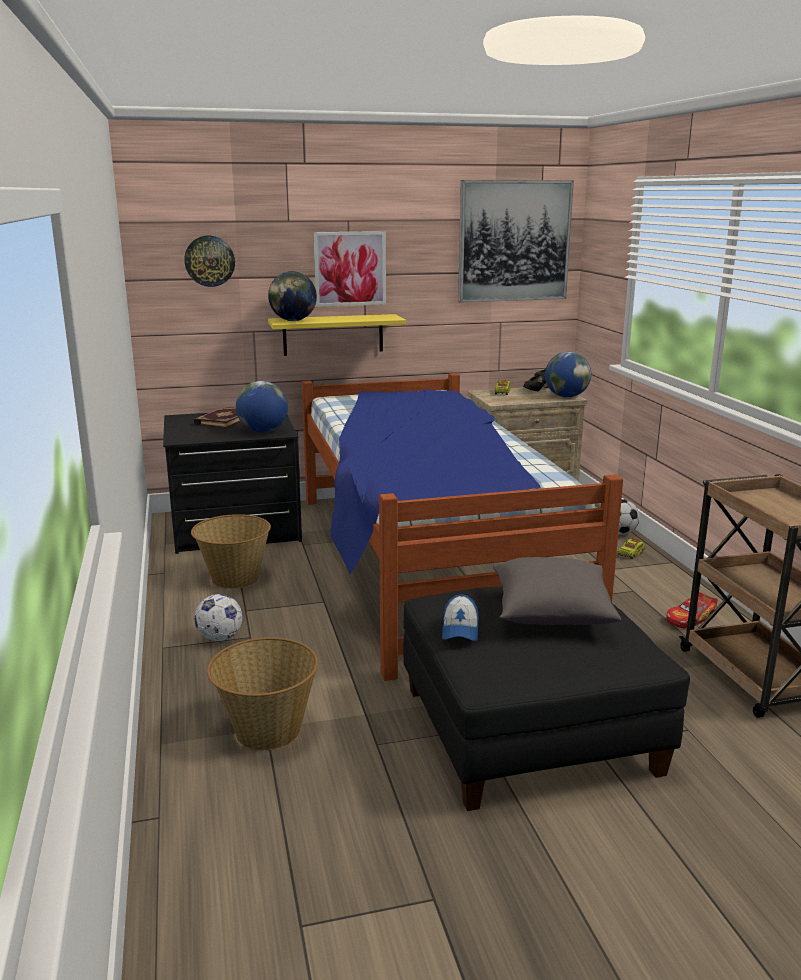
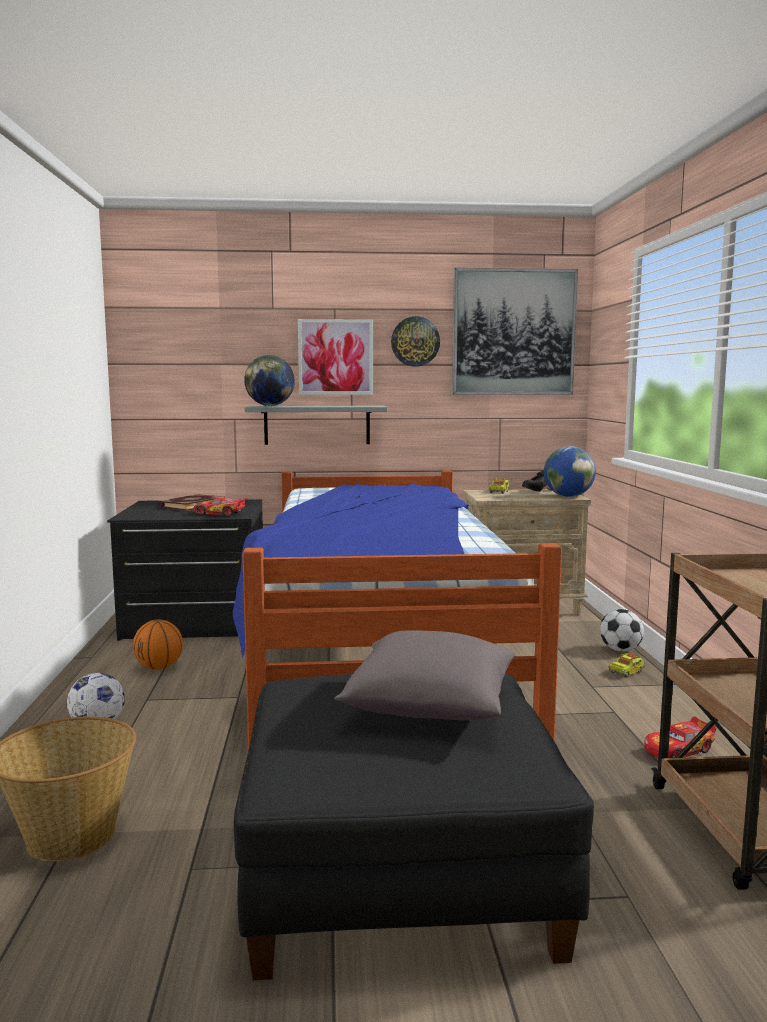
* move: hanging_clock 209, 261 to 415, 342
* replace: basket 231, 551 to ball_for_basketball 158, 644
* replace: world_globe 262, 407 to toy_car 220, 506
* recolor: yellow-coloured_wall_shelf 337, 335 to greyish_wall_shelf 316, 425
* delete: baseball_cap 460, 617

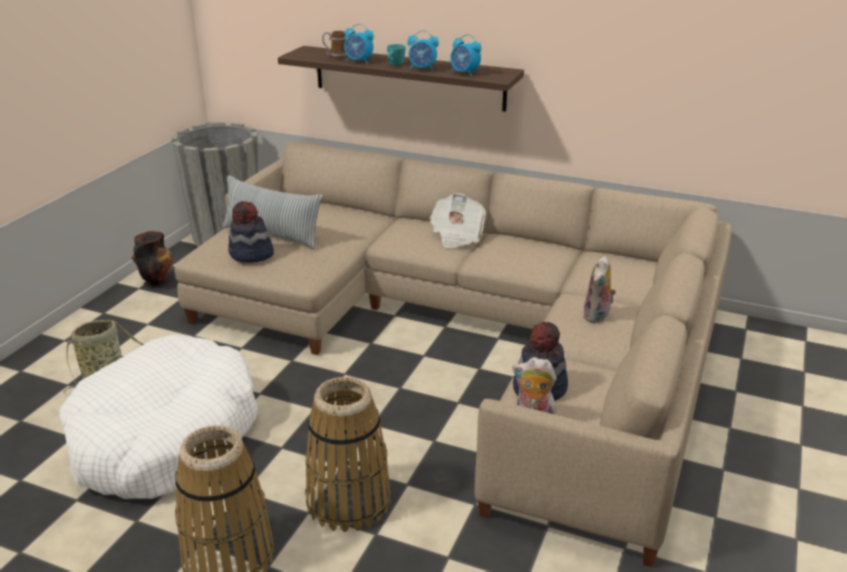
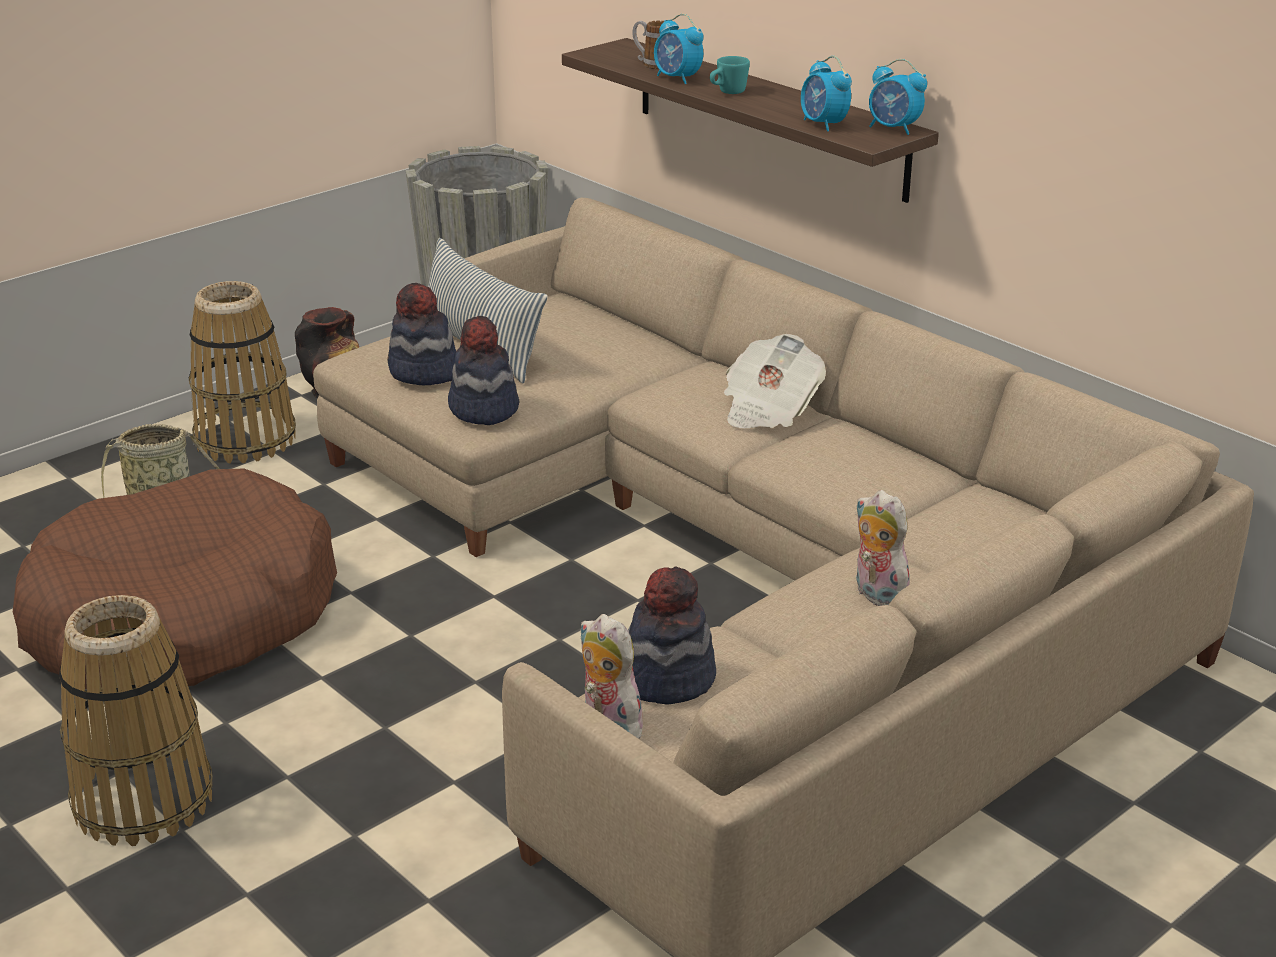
* recolor: whitish_pet_bed 159, 416 to brown-coloured_pet_bed 175, 579
* move: basket 348, 454 to 242, 372
* move: bedside_clock 423, 50 to 898, 97
* rotate: plush_toy 599, 289 = 882, 548 90 degrees clockwise
* insert: hat 483, 370

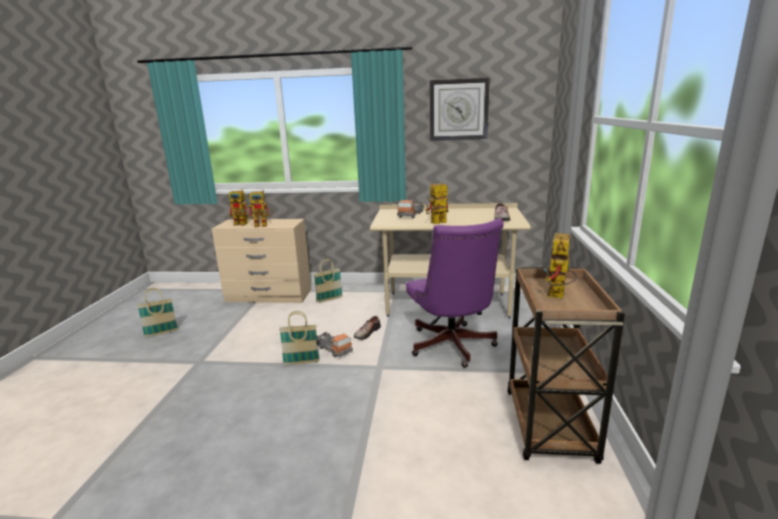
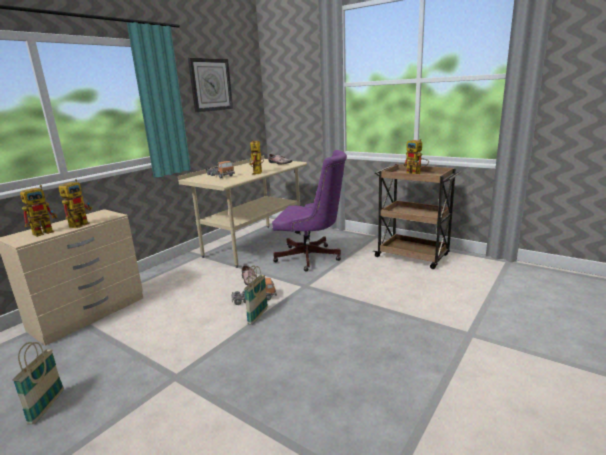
* delete: basket 328, 281

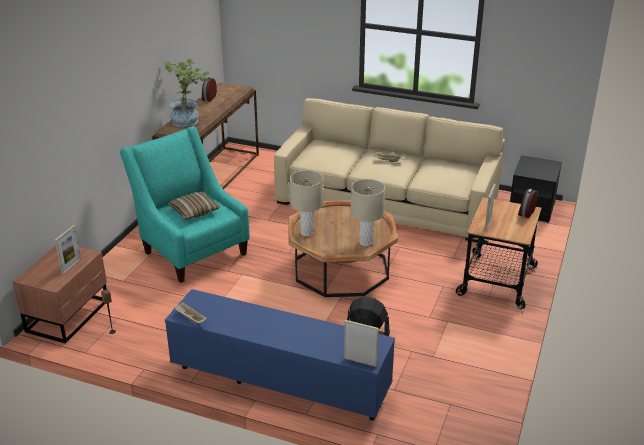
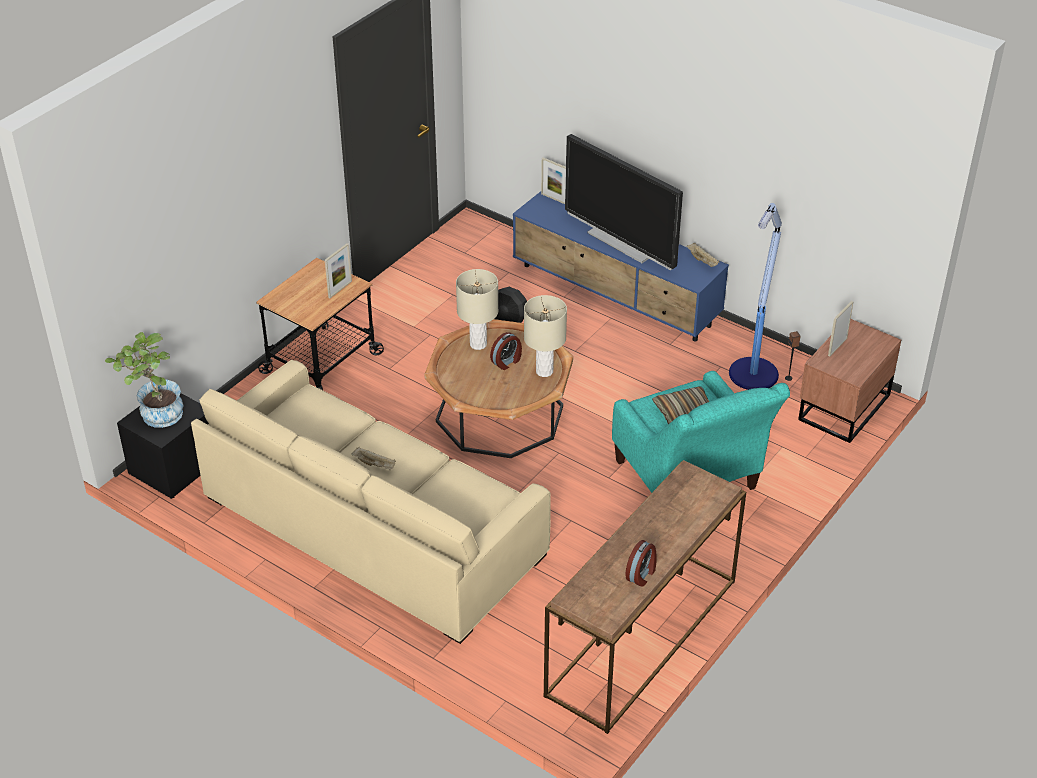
* move: plant_in_a_pot 186, 93 to 144, 380
* move: bedside_clock 528, 203 to 506, 351
* insert: TV_set 624, 202
* insert: standing_lamp 755, 296

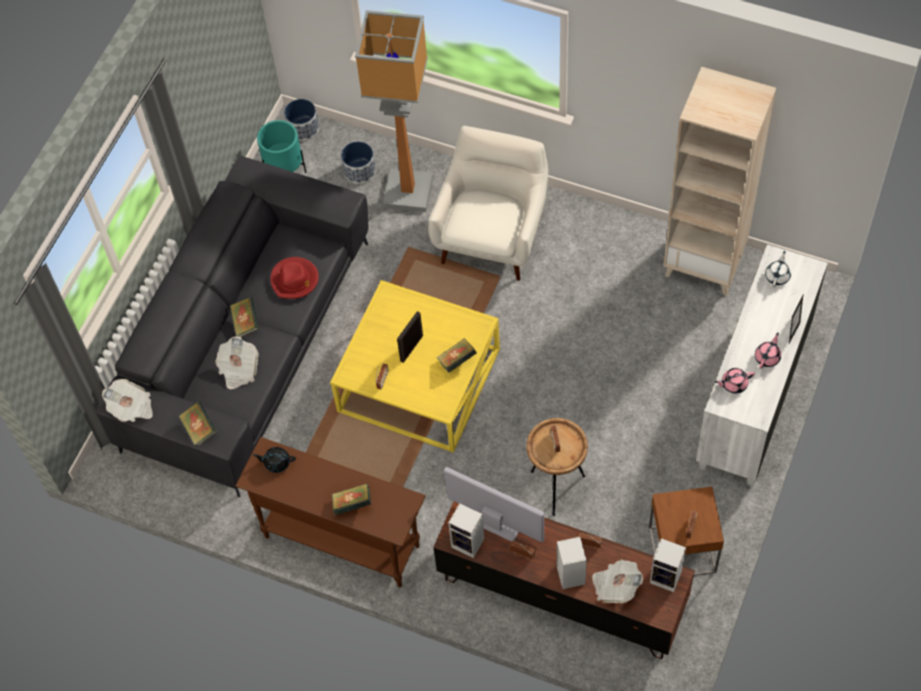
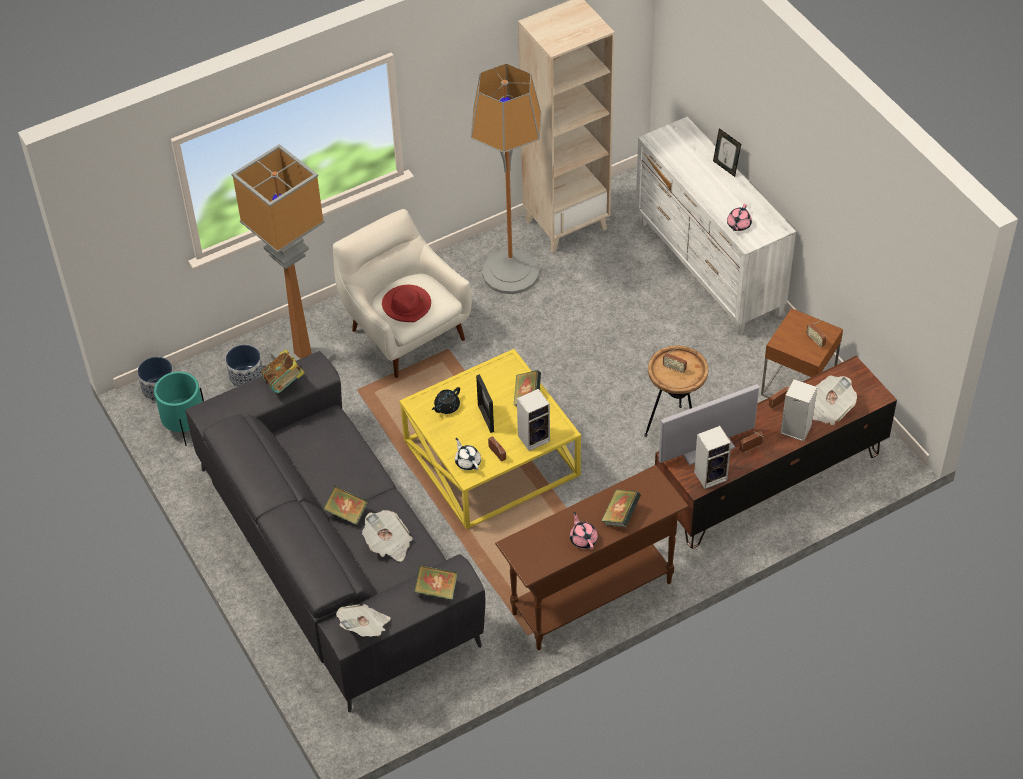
* move: blackish_teapot 274, 460 to 446, 400
* move: red_hat 294, 278 to 406, 303
* move: loudspeaker 668, 565 to 533, 420
* move: pinkish_teapot 768, 351 to 584, 531
* move: whitish_teapot 778, 269 to 468, 454
* insert: volume 283, 371
* insert: standing_lamp 505, 178

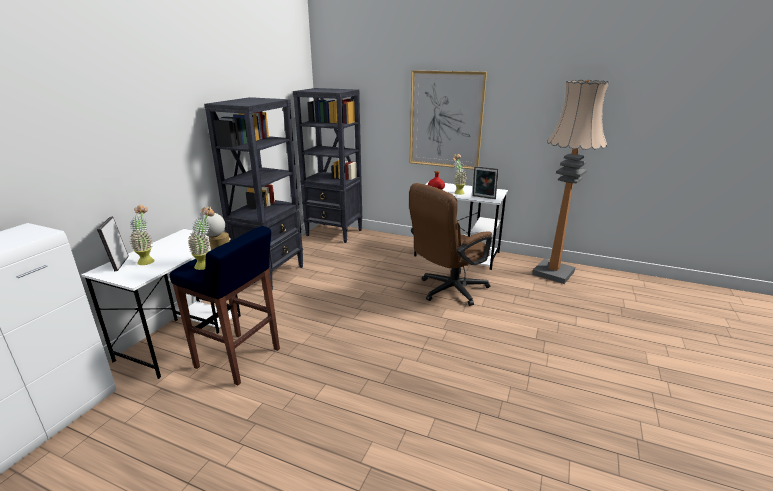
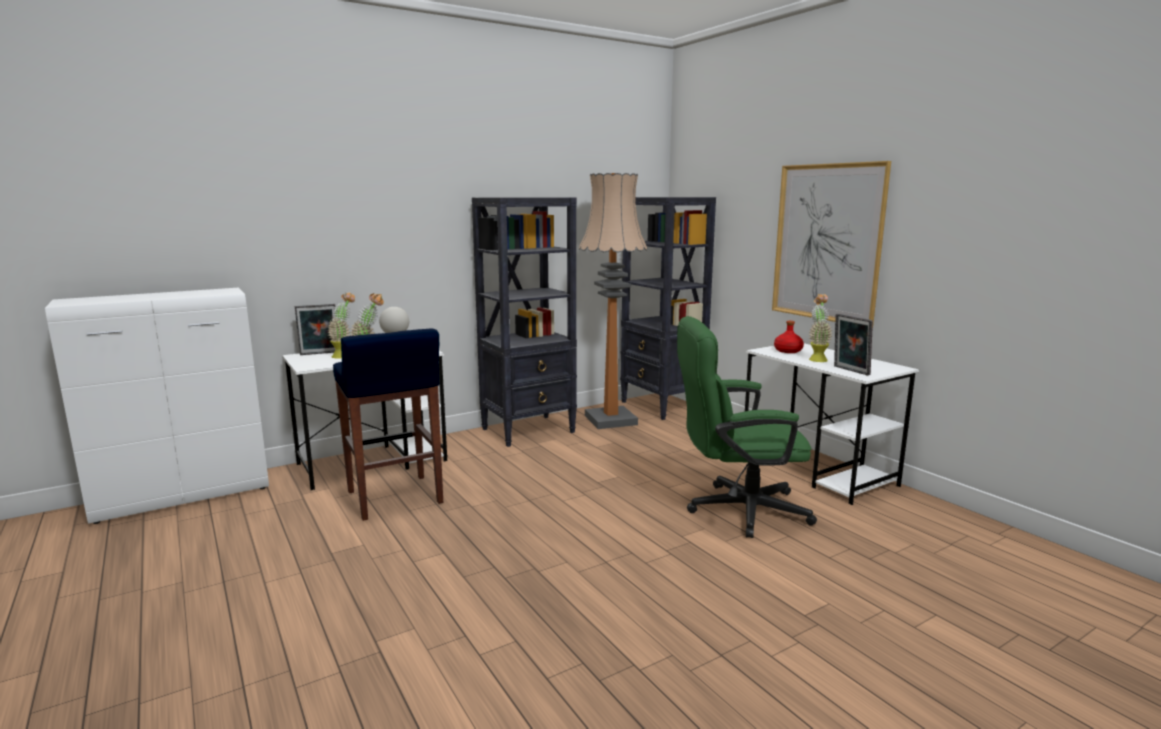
* rotate: picture_frame 113, 243 = 315, 329 135 degrees counterclockwise
* recolor: brown-coloured_computer_chair 450, 244 to green_computer_chair 747, 427
* move: standing_lamp 570, 182 to 613, 301

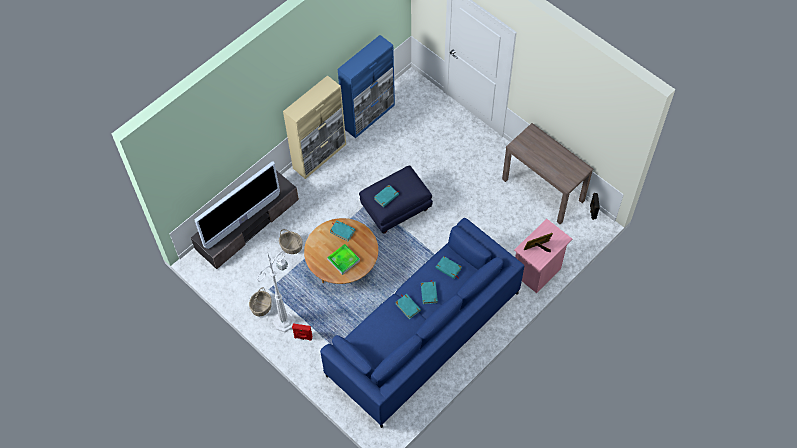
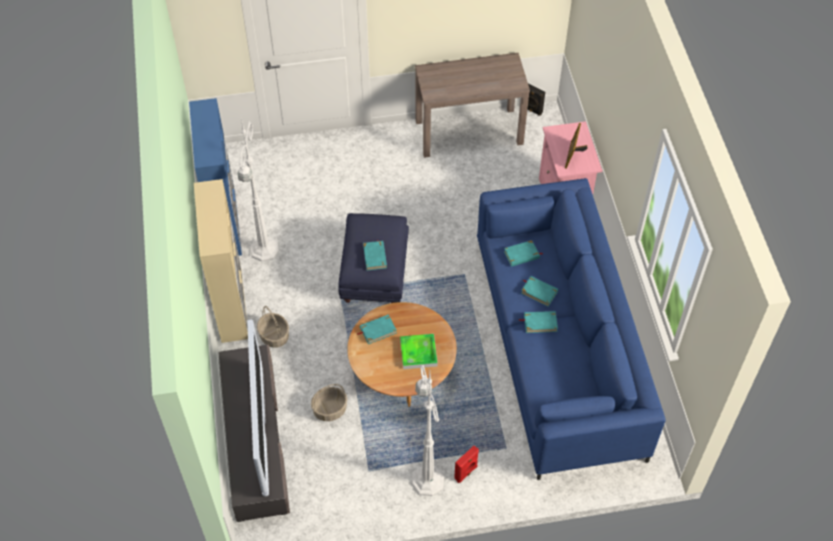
* move: basket 260, 301 to 273, 327
* insert: whitish_standing_lamp 258, 189

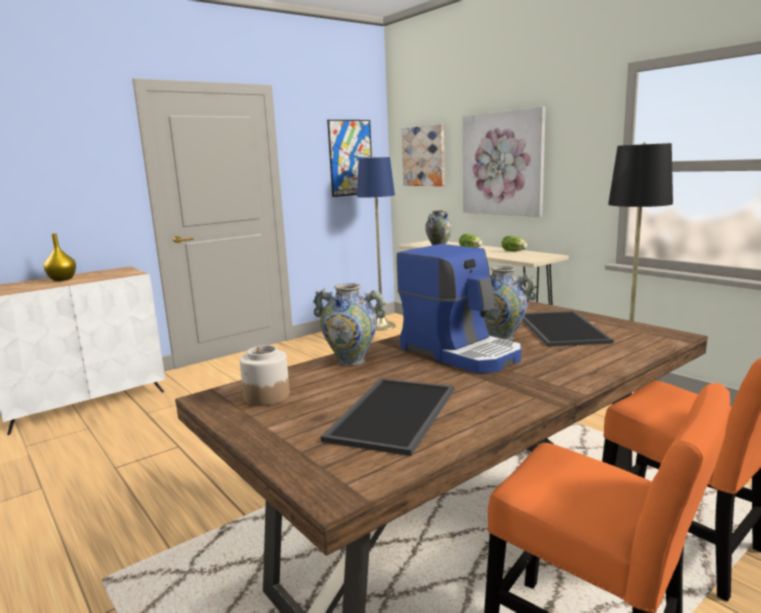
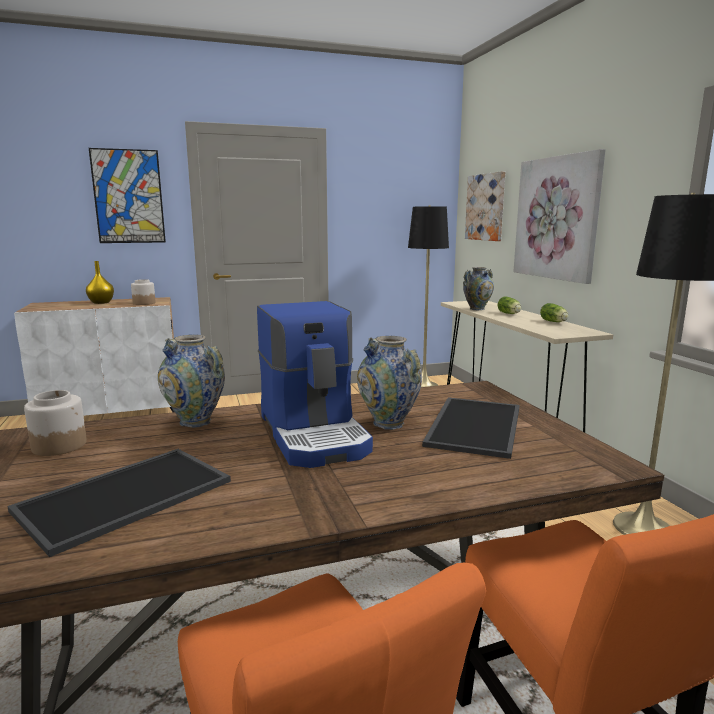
* move: wall_picture 349, 158 to 127, 195
* recolor: blue-coloured_standing_lamp 376, 243 to blackish_standing_lamp 428, 296
* insert: storage_jar 143, 292

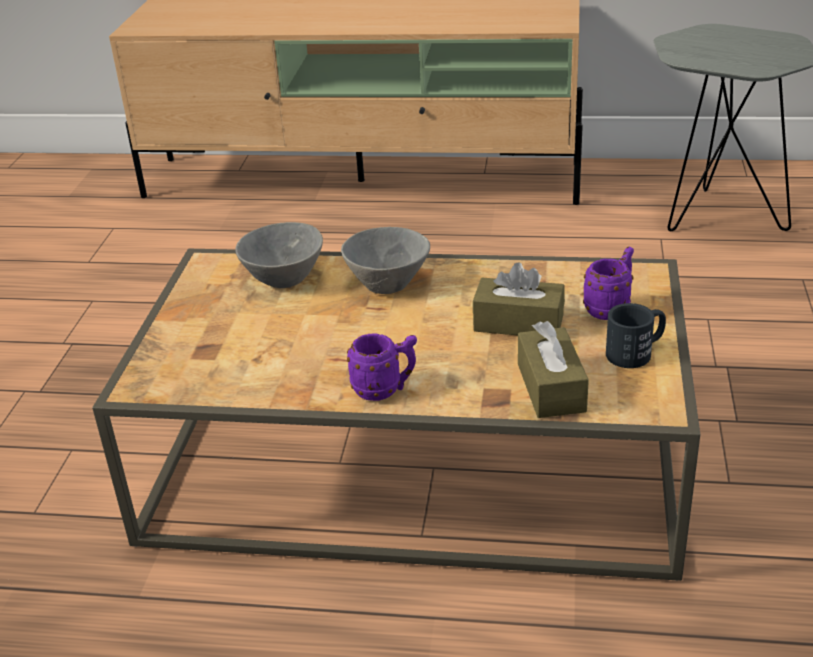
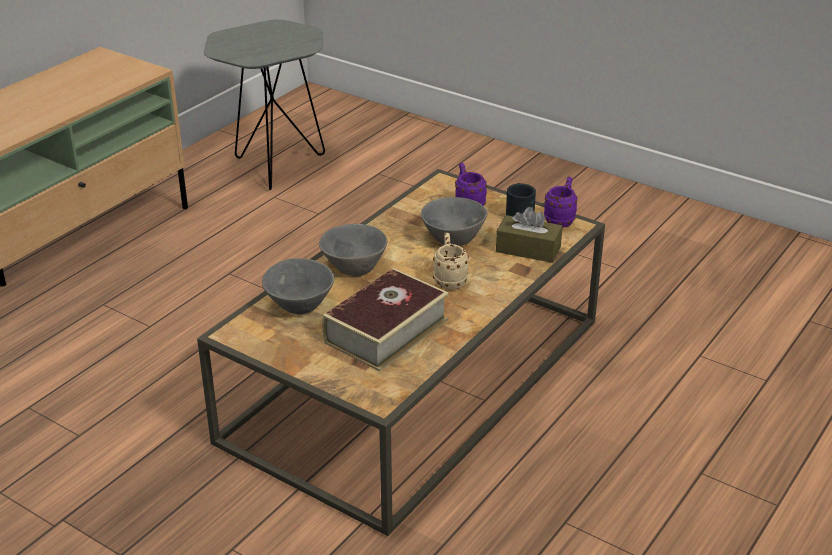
* move: purplish_coffee_mug 382, 367 to 561, 202
* replace: brown-coloured_tissue_holder 519, 298 to greyish_deep_dish 454, 221
* insert: volume 385, 319
* insert: beige_coffee_mug 451, 261

